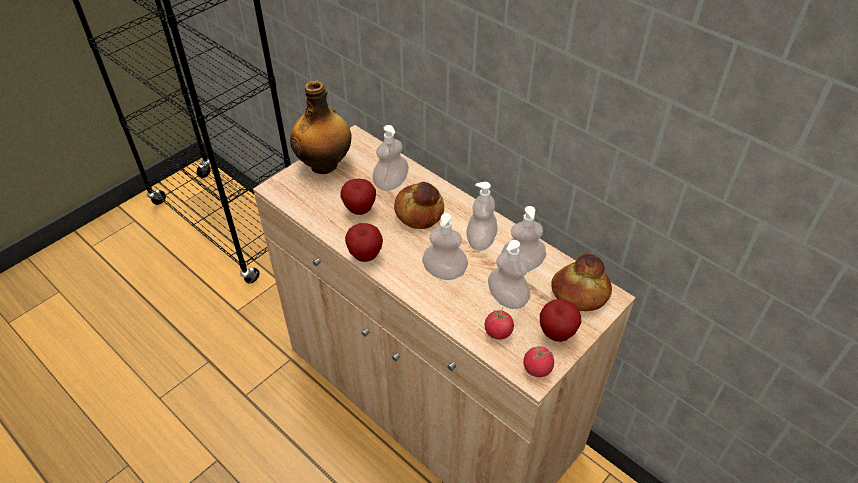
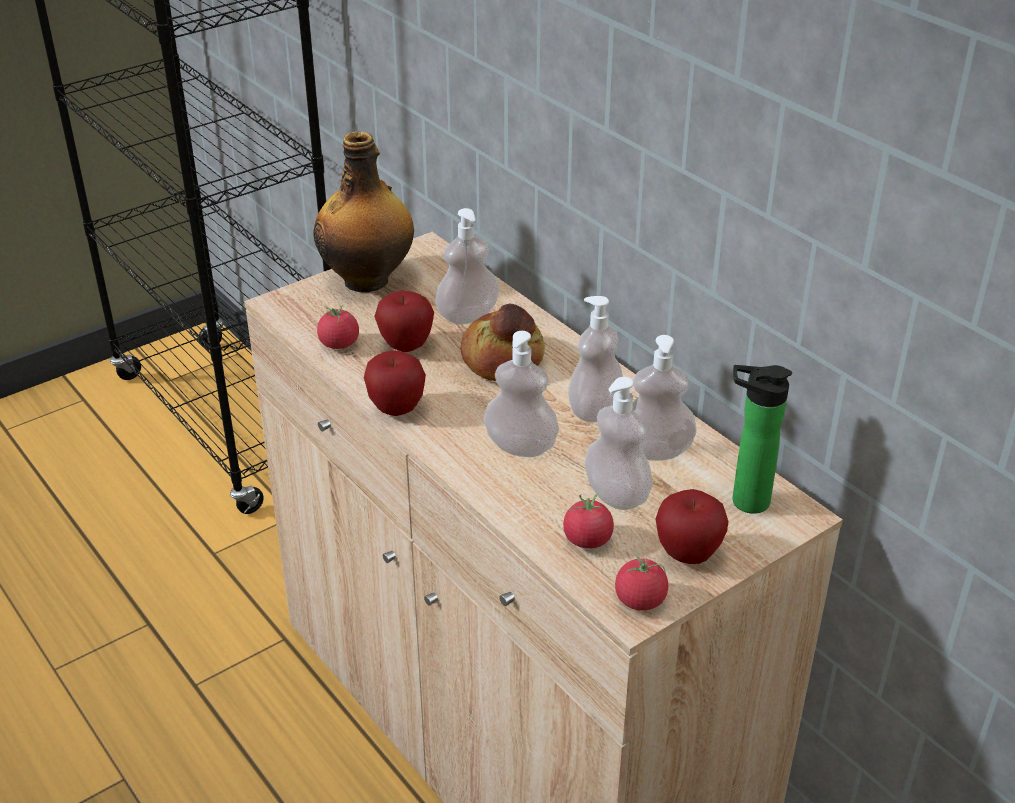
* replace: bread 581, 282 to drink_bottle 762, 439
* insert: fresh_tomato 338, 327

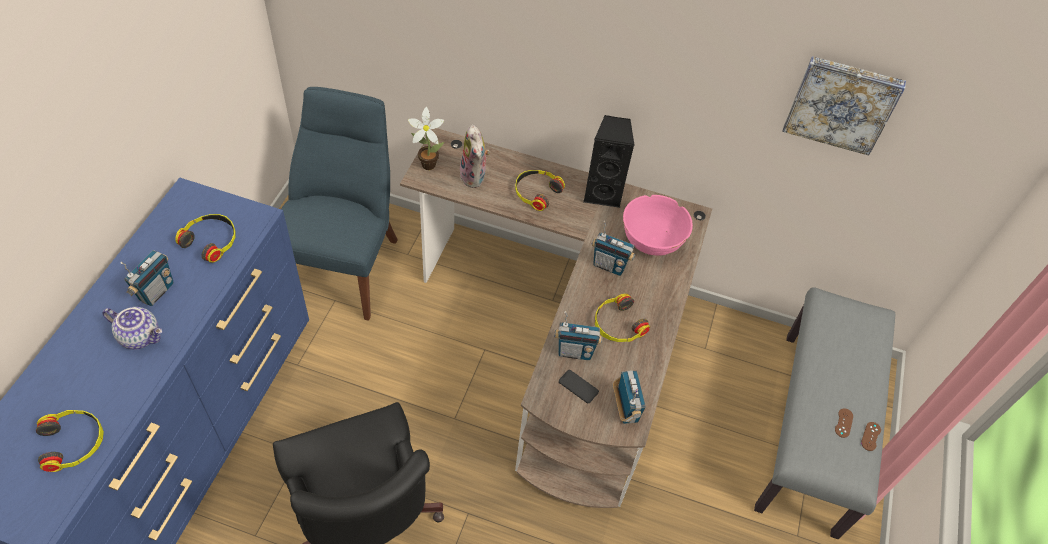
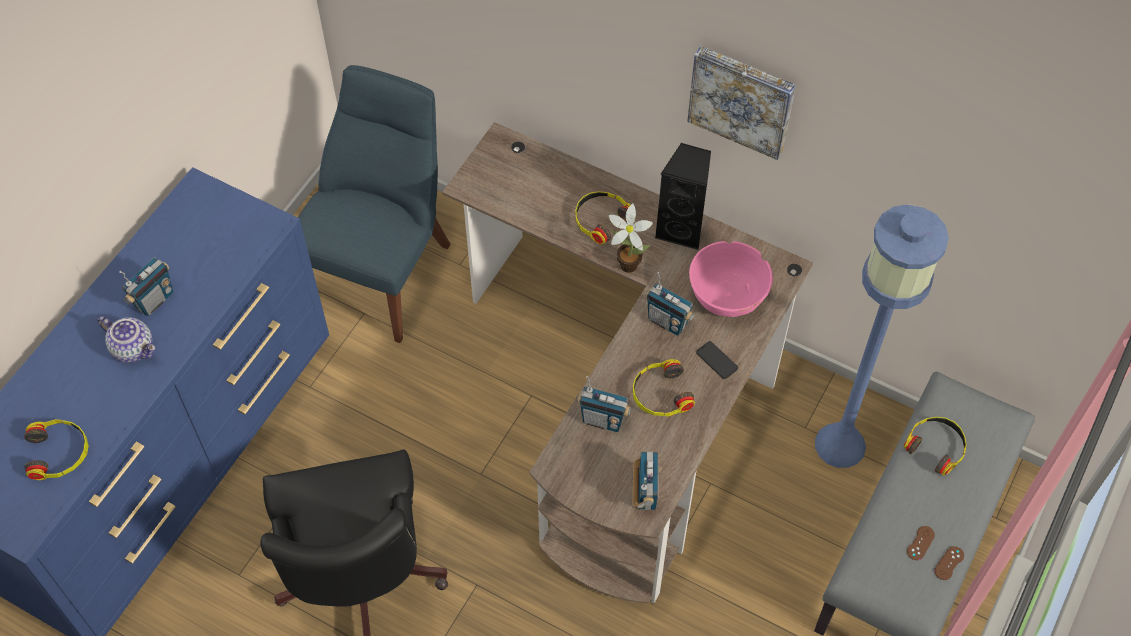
* move: pair_of_headphones 205, 238 to 935, 446
* move: plant_in_a_pot 426, 138 to 631, 238
* delete: plush_toy 475, 156
* move: handset 579, 386 to 717, 360
* move: wall_picture 844, 106 to 741, 103
* insert: blue-coloured_standing_lamp 882, 336

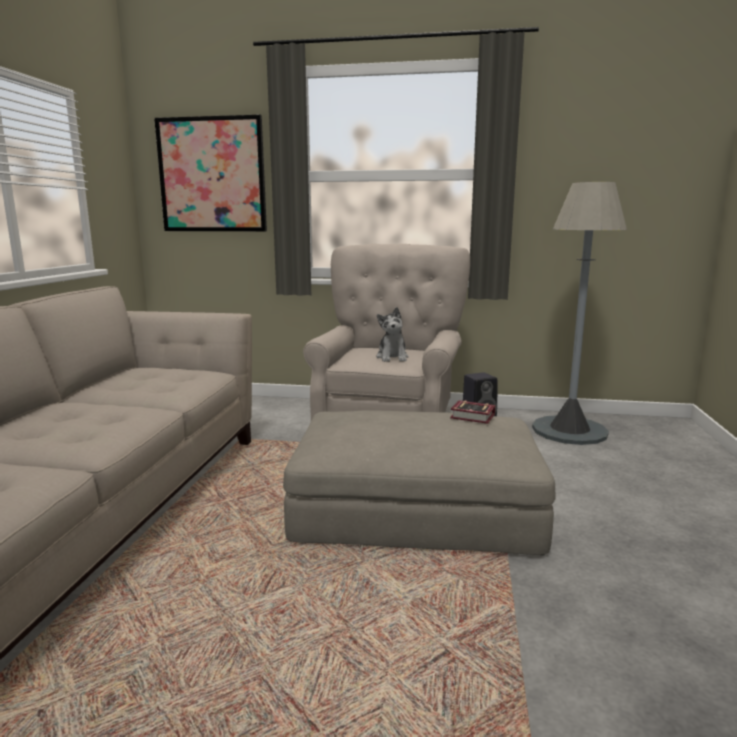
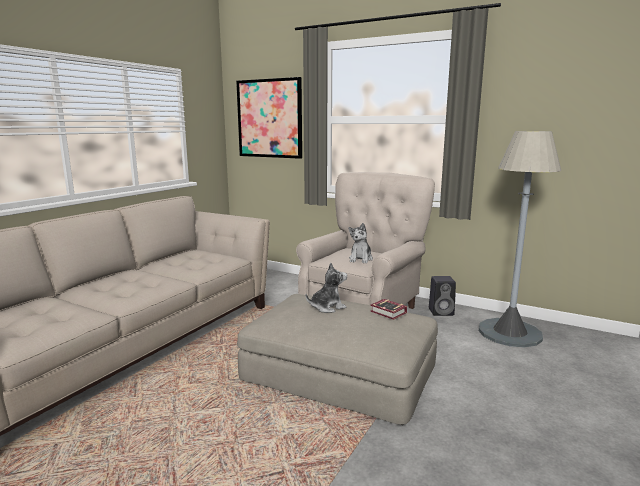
* insert: plush_toy 326, 288

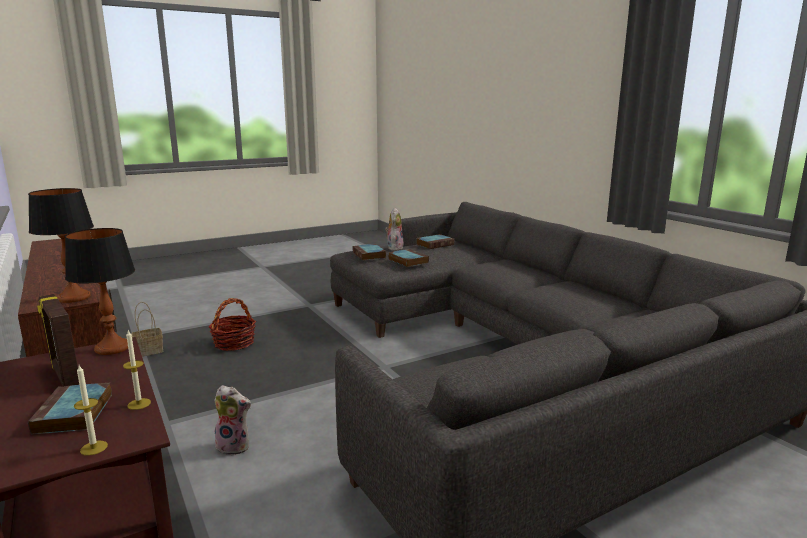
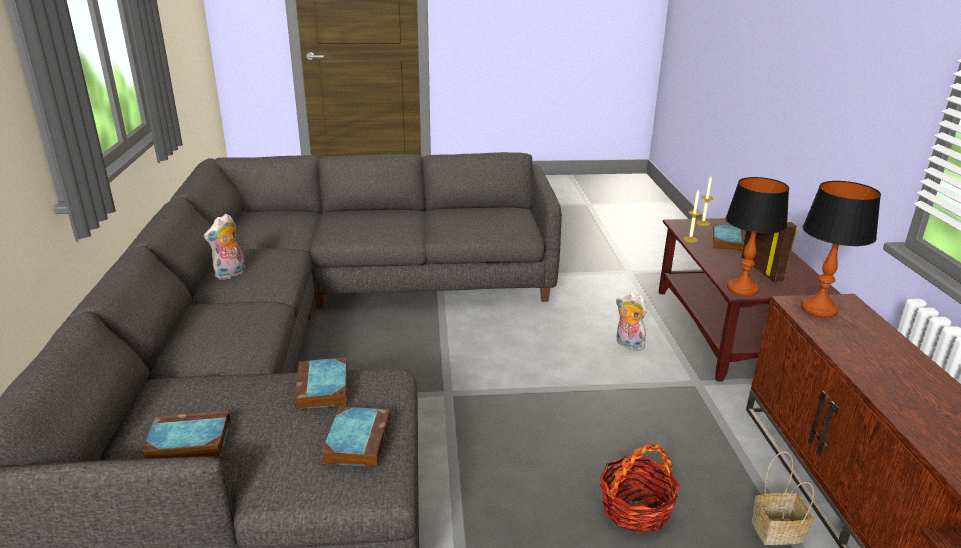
* move: plush_toy 394, 229 to 224, 247

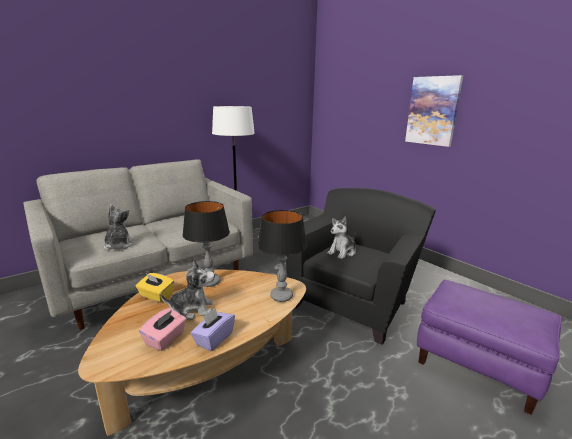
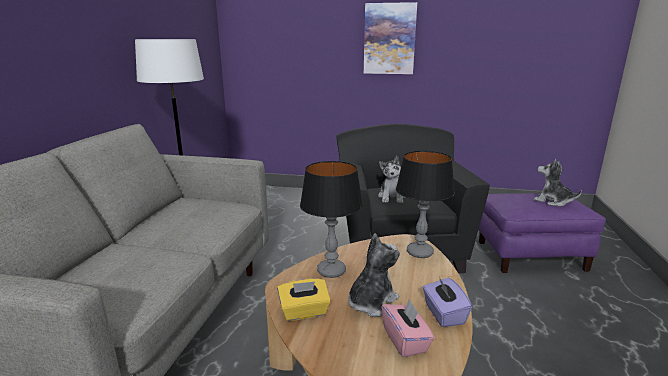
* move: plush_toy 118, 227 to 558, 182

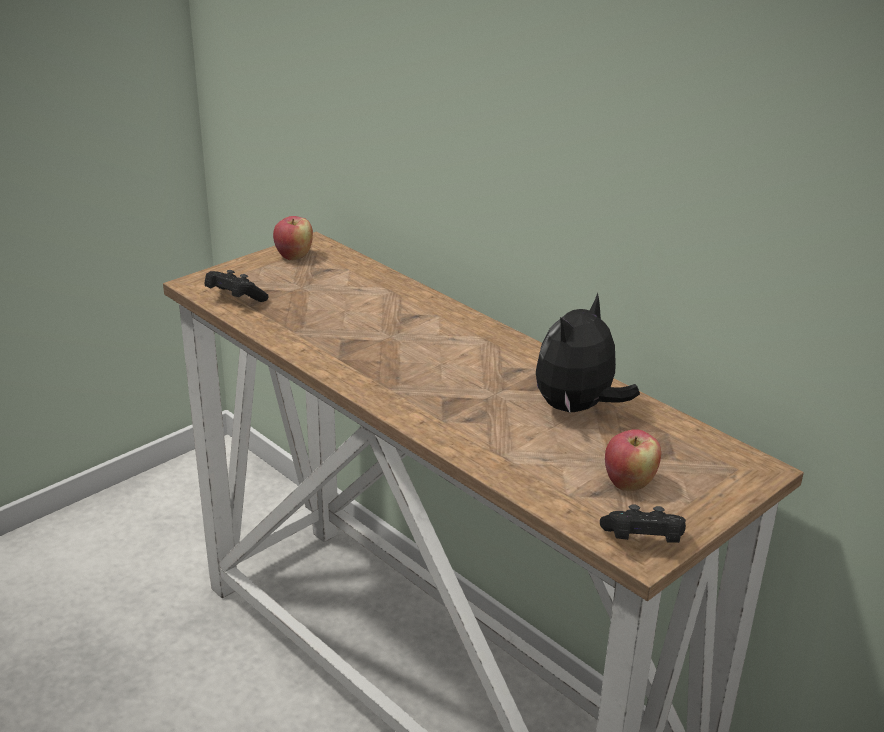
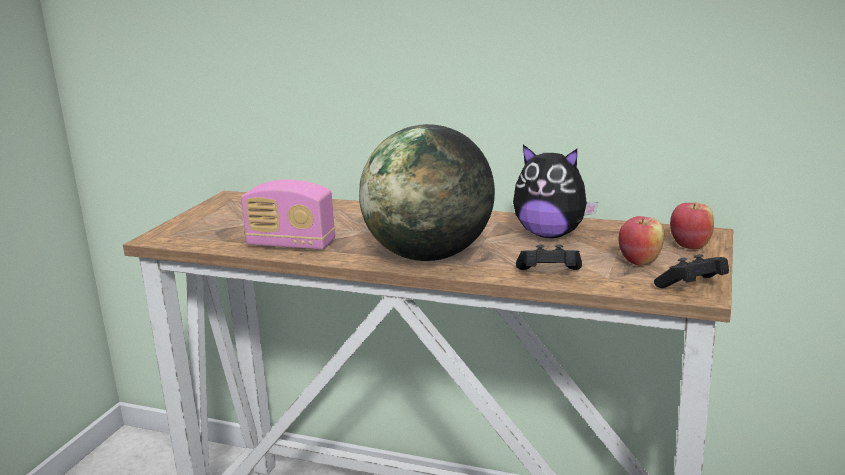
* move: blackish_game_controller 237, 286 to 549, 257
* move: apple 293, 238 to 692, 226
* rotate: plush_toy 588, 353 = 555, 191 75 degrees counterclockwise
* insert: radio_receiver 288, 215
* insert: world_globe 427, 192

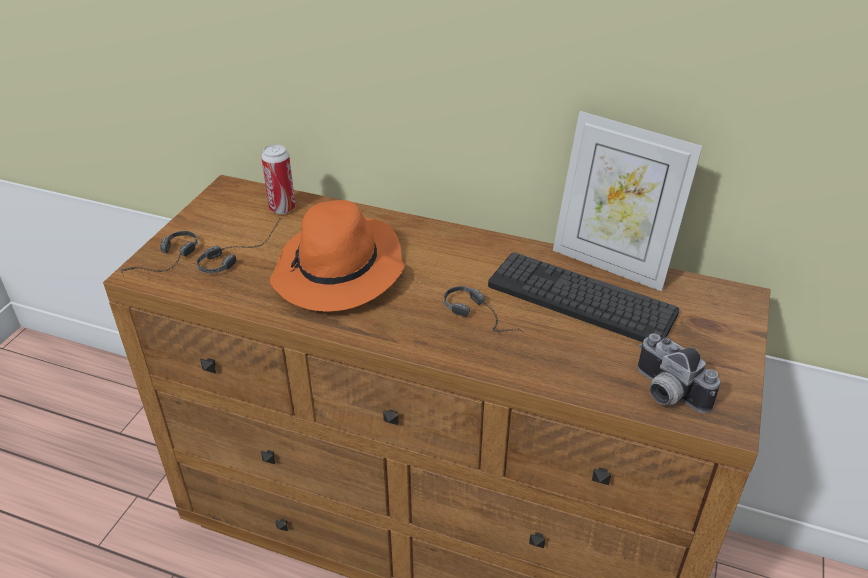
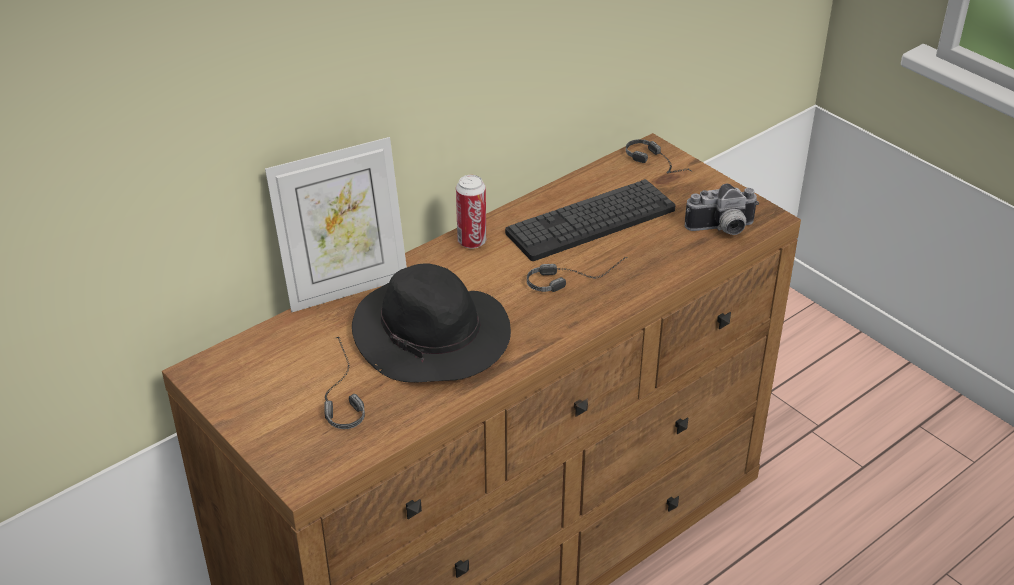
* move: pair_of_headphones 159, 253 to 659, 156
* move: metal_can 278, 179 to 471, 212
* recolor: orange_hat 337, 256 to blackish_hat 431, 323
* move: picture_frame 628, 201 to 336, 224

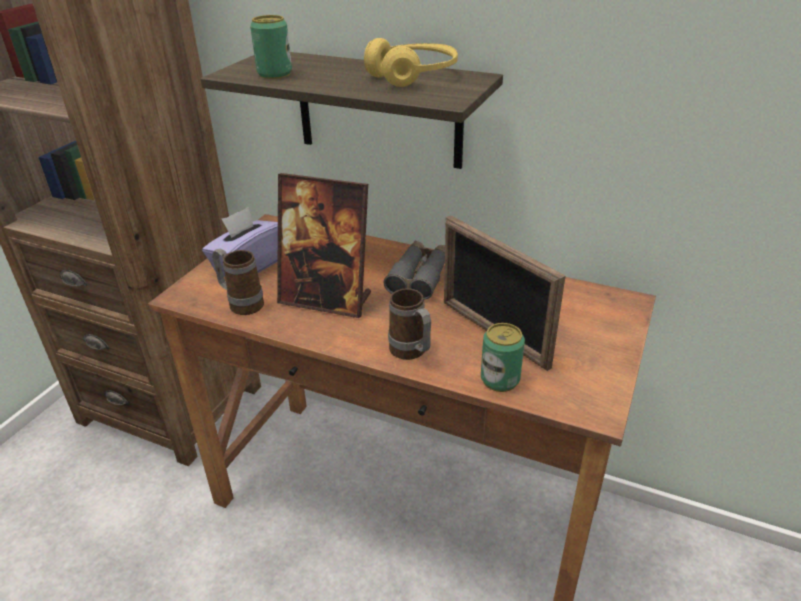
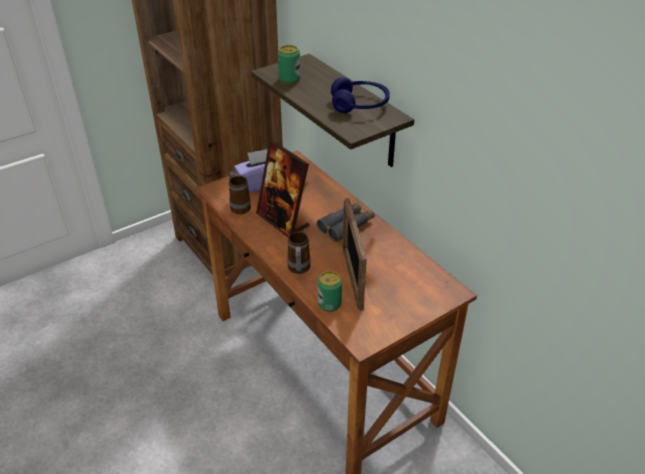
* recolor: yellow-coloured_pair_of_headphones 411, 62 to blue-coloured_pair_of_headphones 360, 95

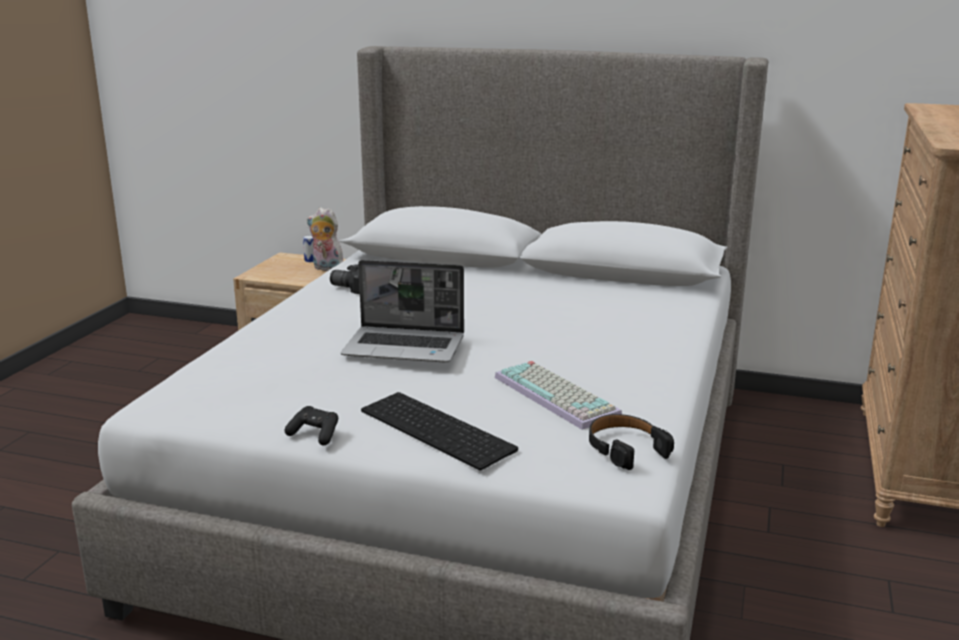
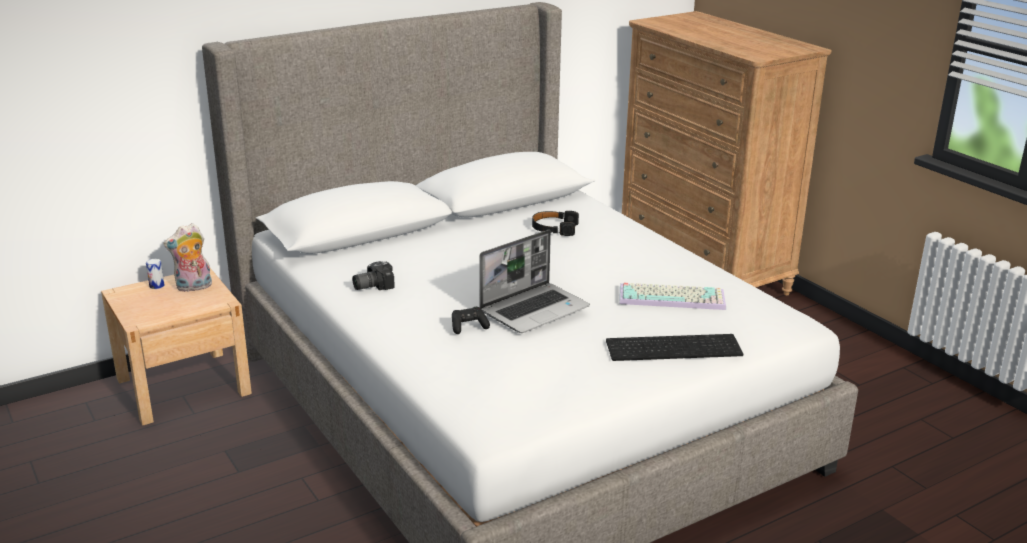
* move: blackish_game_controller 311, 426 to 471, 320
* move: blackish_pair_of_headphones 631, 442 to 555, 223

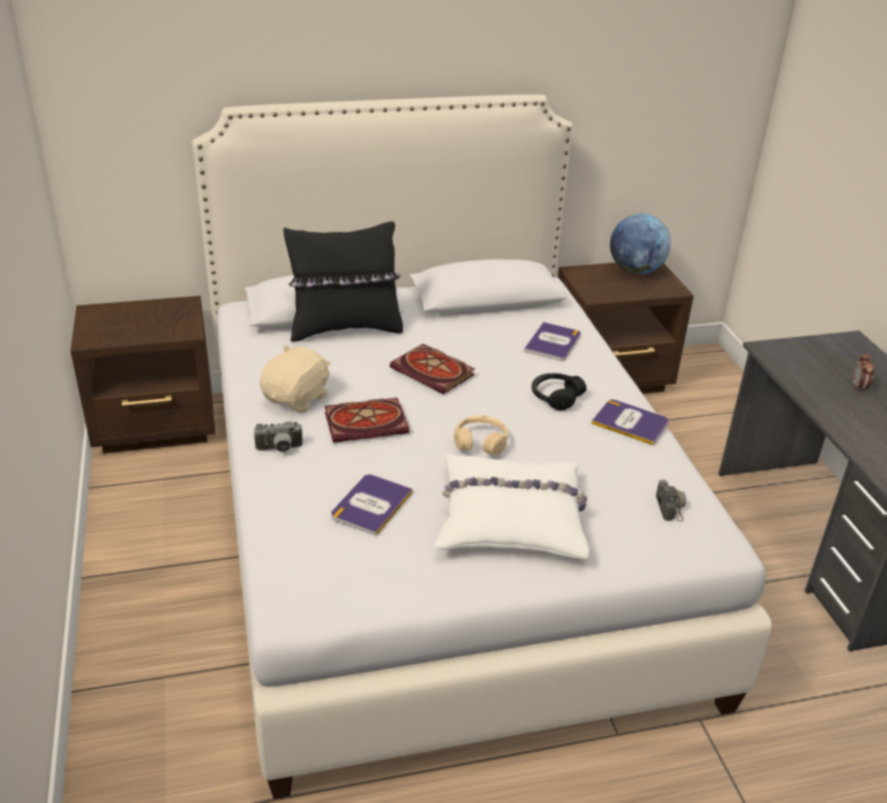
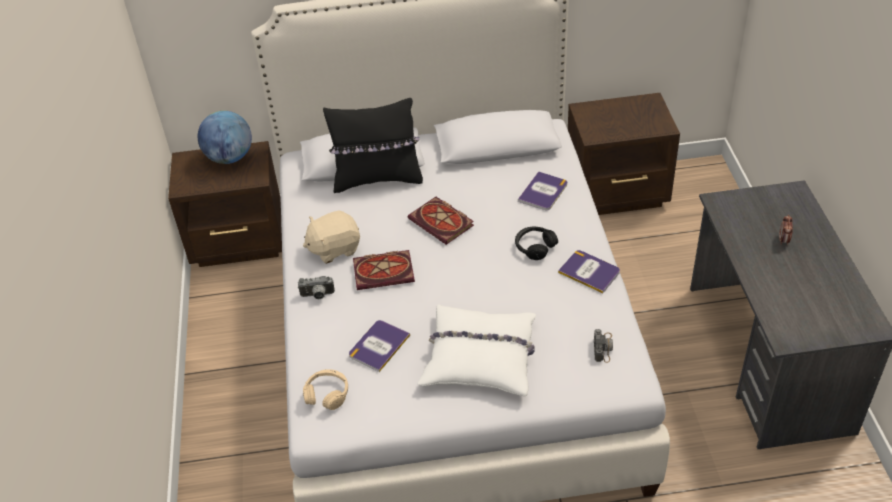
* rotate: beige_plush_toy 295, 379 = 331, 237 150 degrees counterclockwise
* move: beige_pair_of_headphones 481, 435 to 325, 389
* move: world_globe 640, 244 to 225, 137

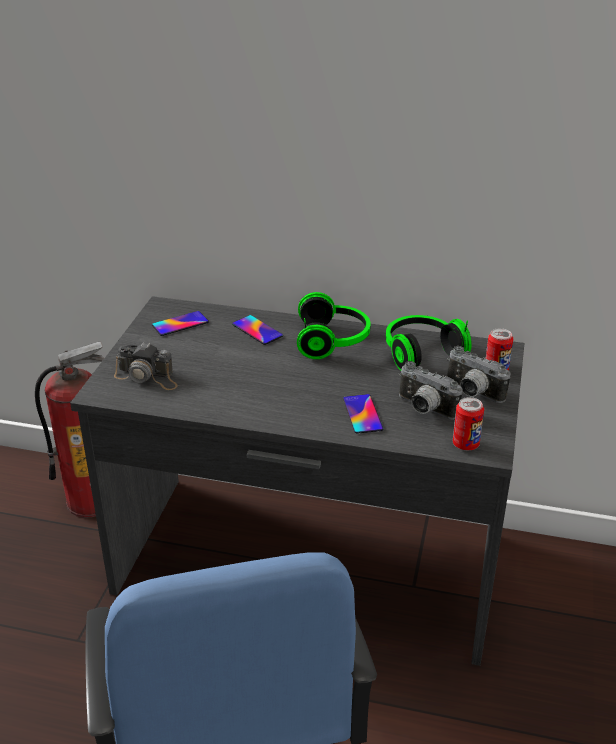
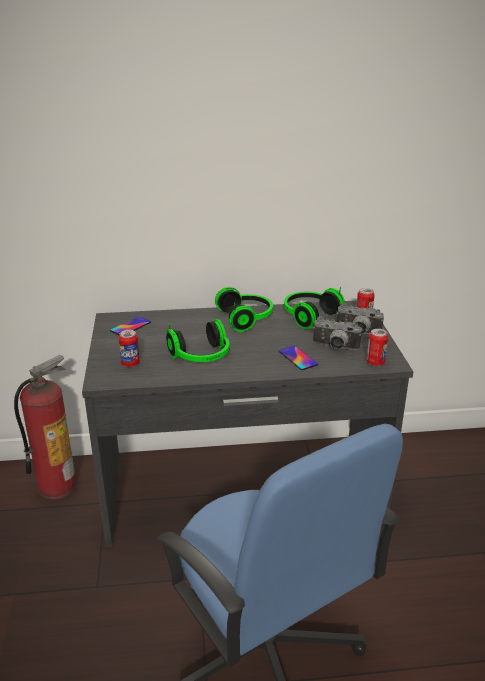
* replace: photo_camera 146, 366 to metal_can 129, 348
* delete: handset 257, 330
* insert: pair_of_headphones 198, 340

